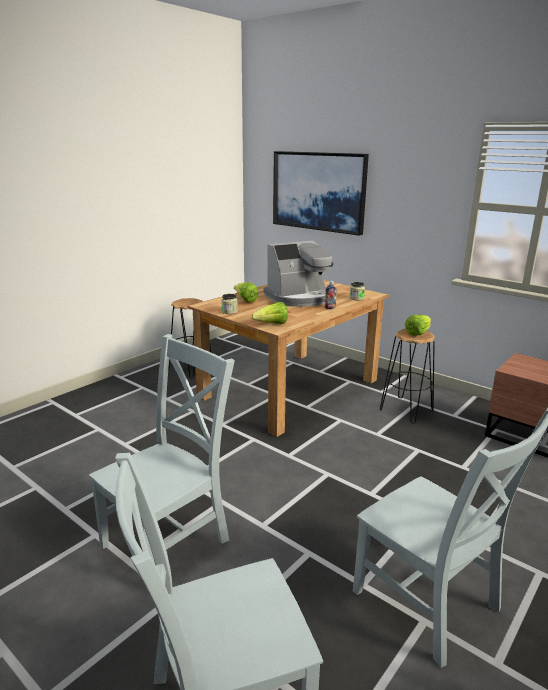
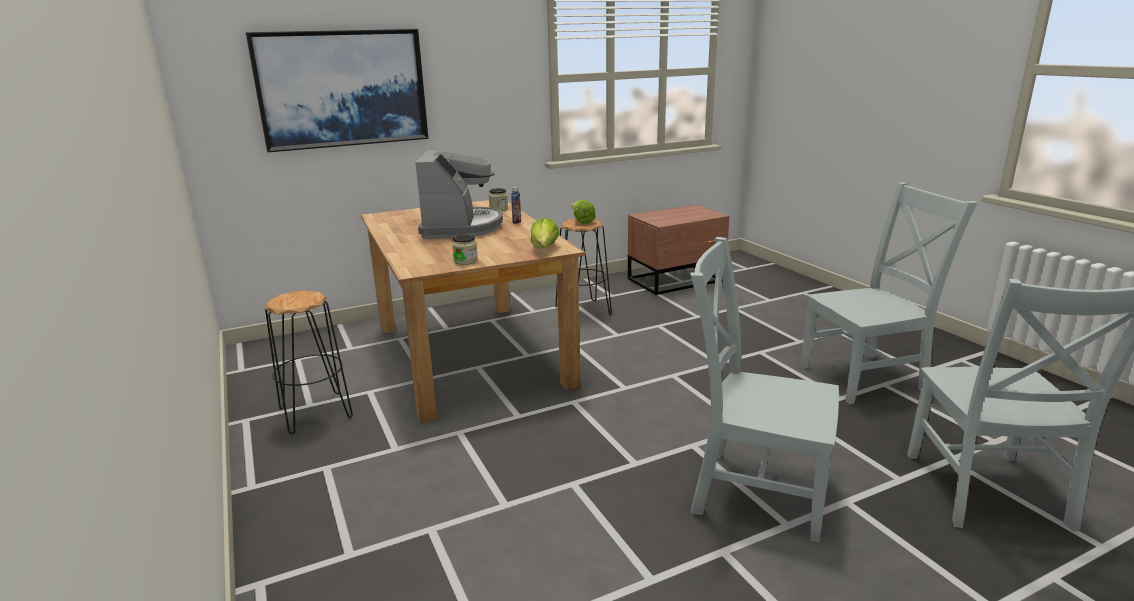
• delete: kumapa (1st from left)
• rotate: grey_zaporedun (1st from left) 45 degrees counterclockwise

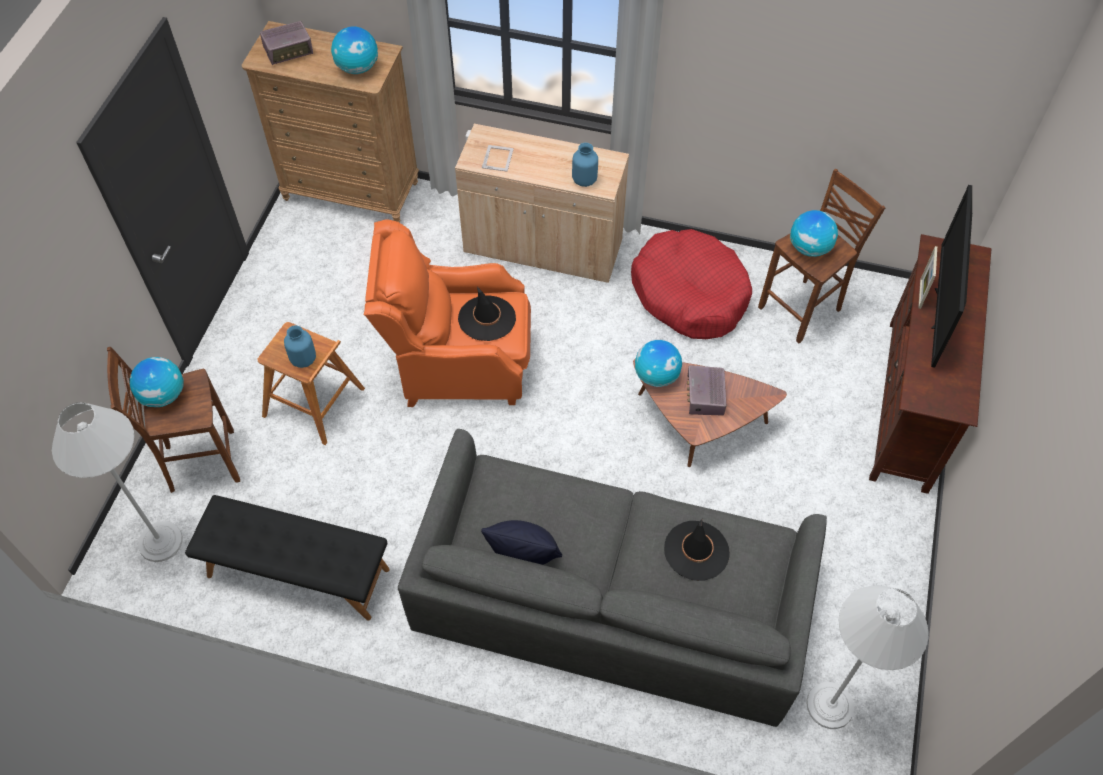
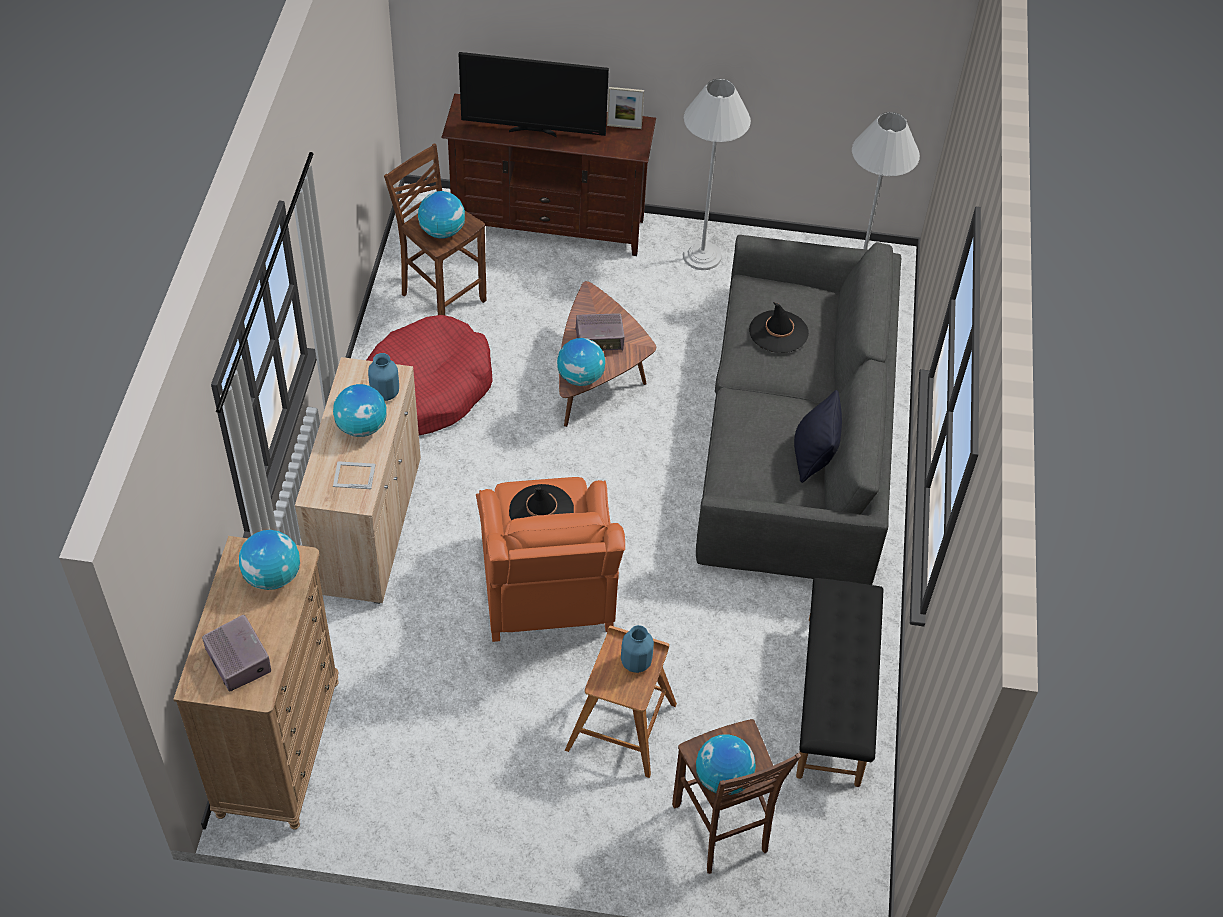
• insert: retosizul (2nd from left)
• move: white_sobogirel (1st from left)
• move: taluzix (2nd from left)

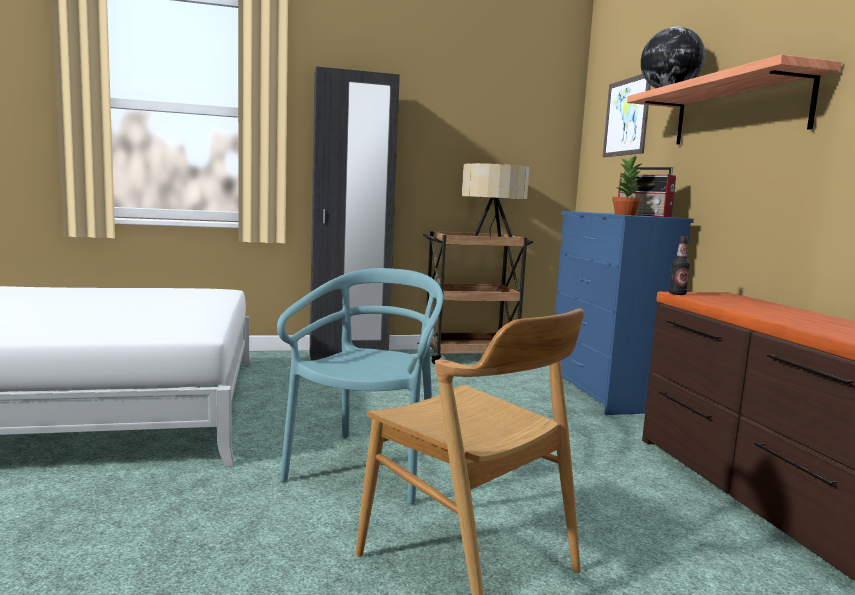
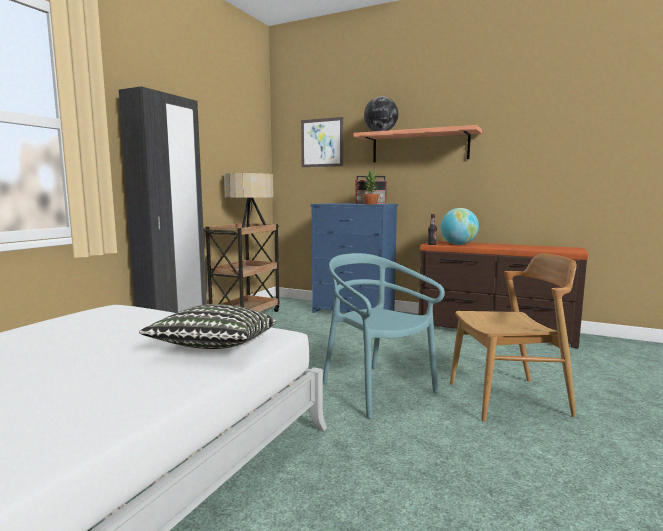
• insert: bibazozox
• insert: retosizul (2nd from left)

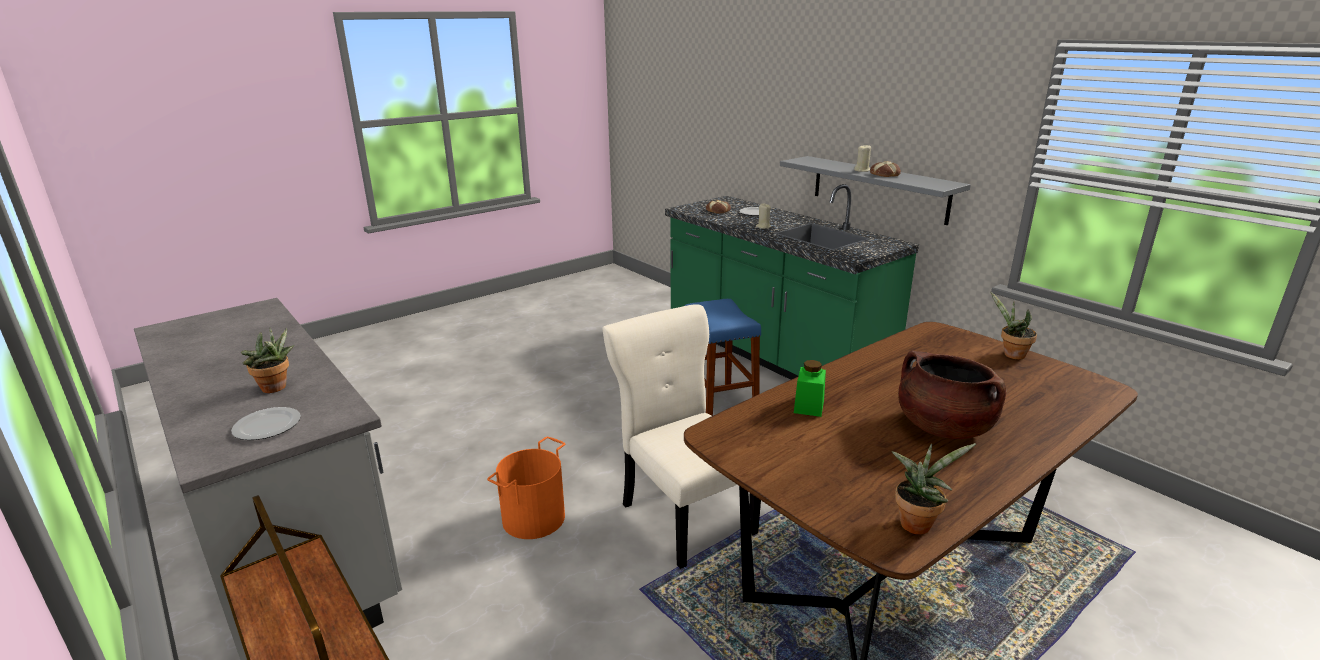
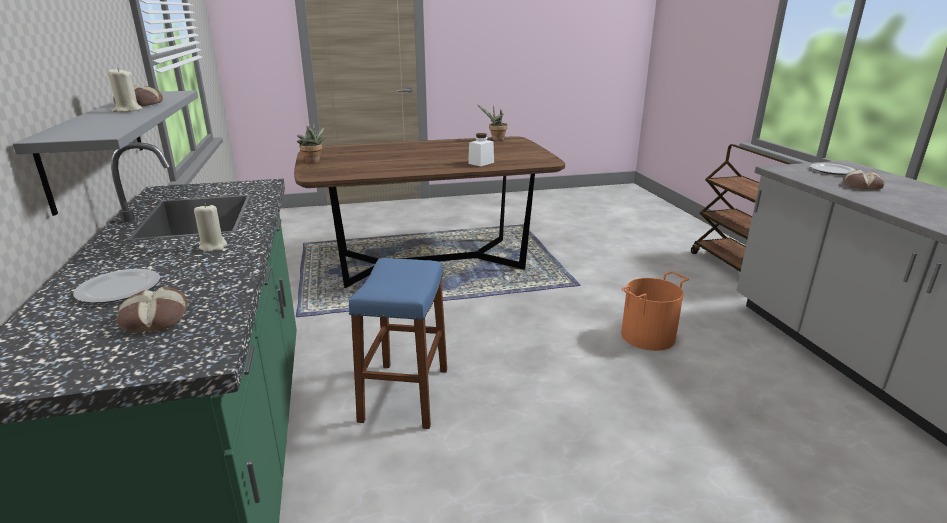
• delete: beige_zaporedun
• delete: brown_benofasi
• replace: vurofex (1st from left) to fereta (3rd from left)
• recolor: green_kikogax to white_kikogax

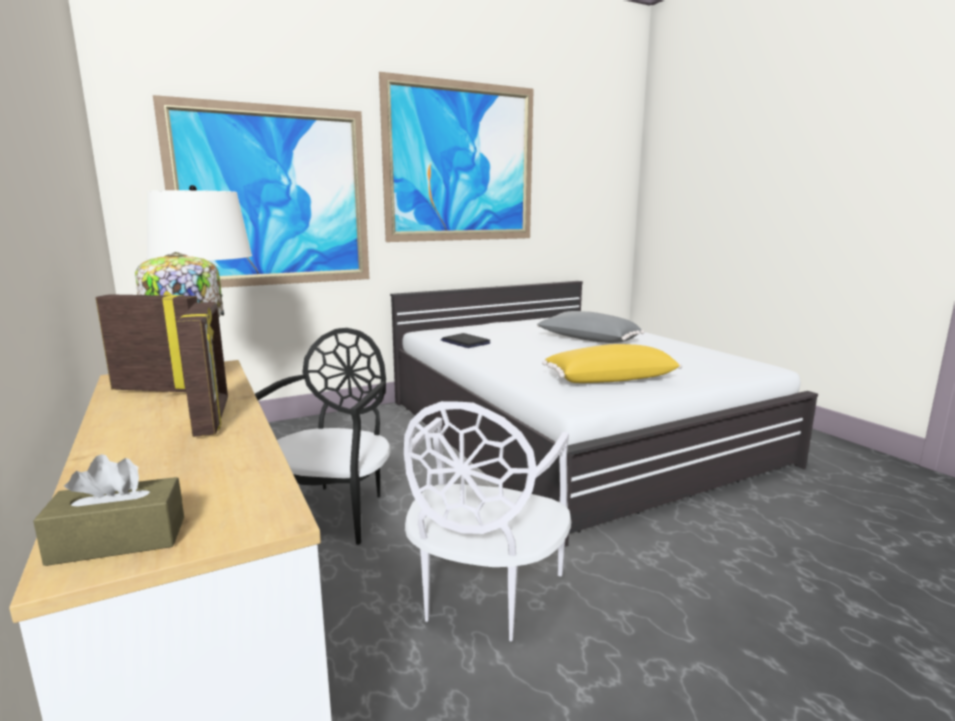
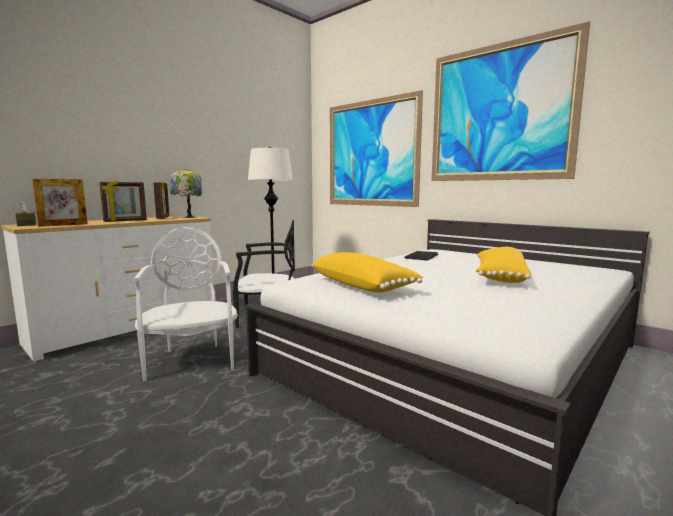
• insert: taluzix (1st from left)
• recolor: grey_bibazozox to yellow_bibazozox (2nd from left)
• rotate: white_zaporedun 75 degrees clockwise

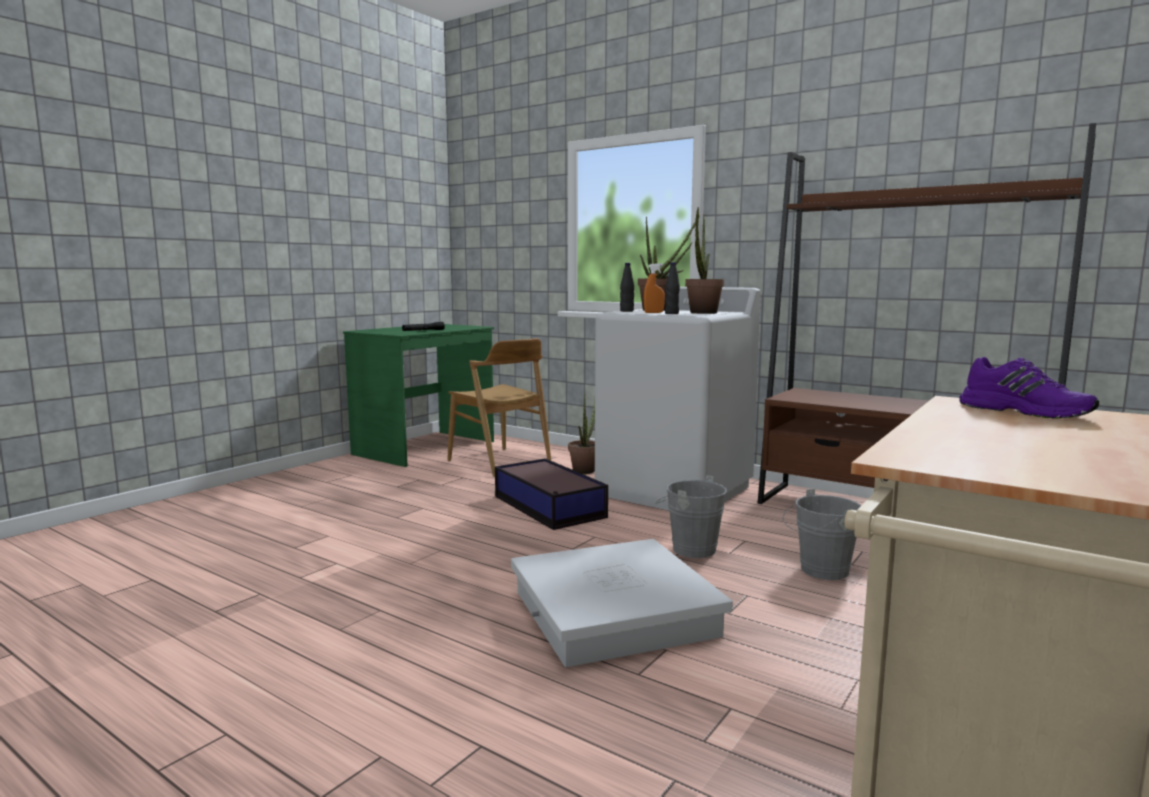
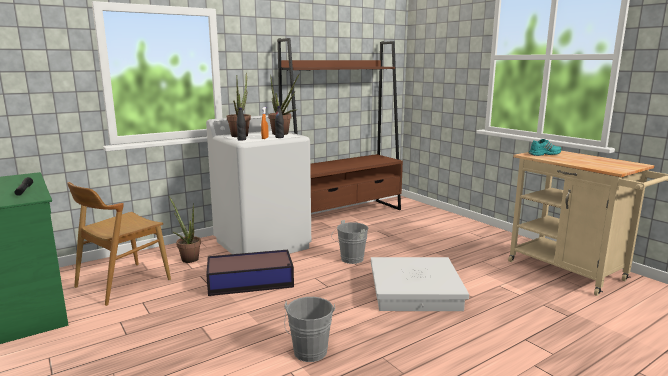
• move: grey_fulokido (2nd from left in the first image) to grey_fulokido (1st from left)
• recolor: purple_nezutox to turquoise_nezutox
• rotate: brown_zaporedun 150 degrees clockwise

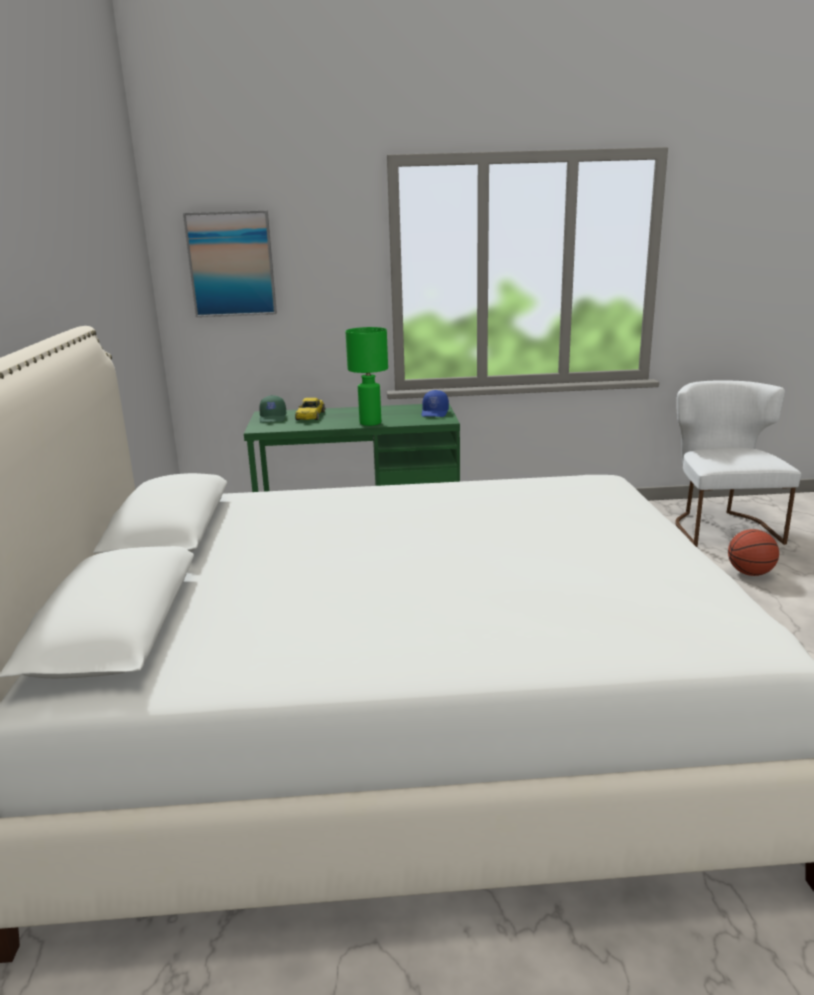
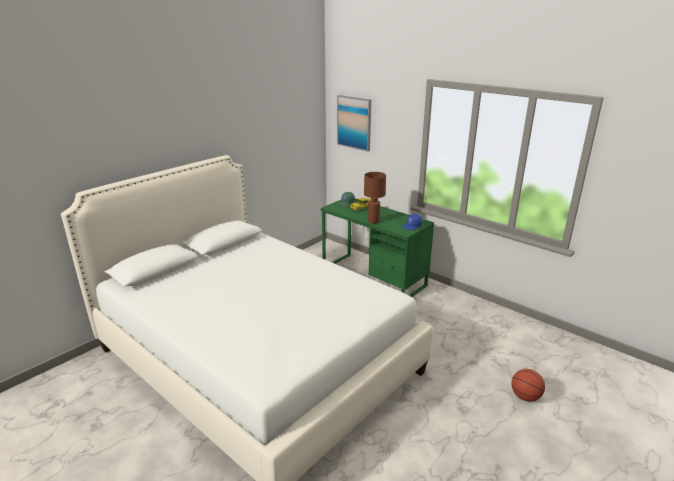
• delete: white_zaporedun
• recolor: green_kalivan to brown_kalivan

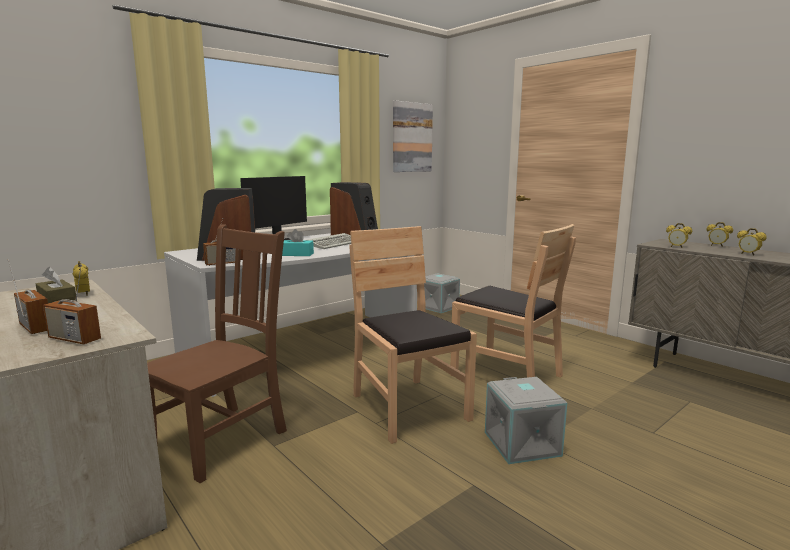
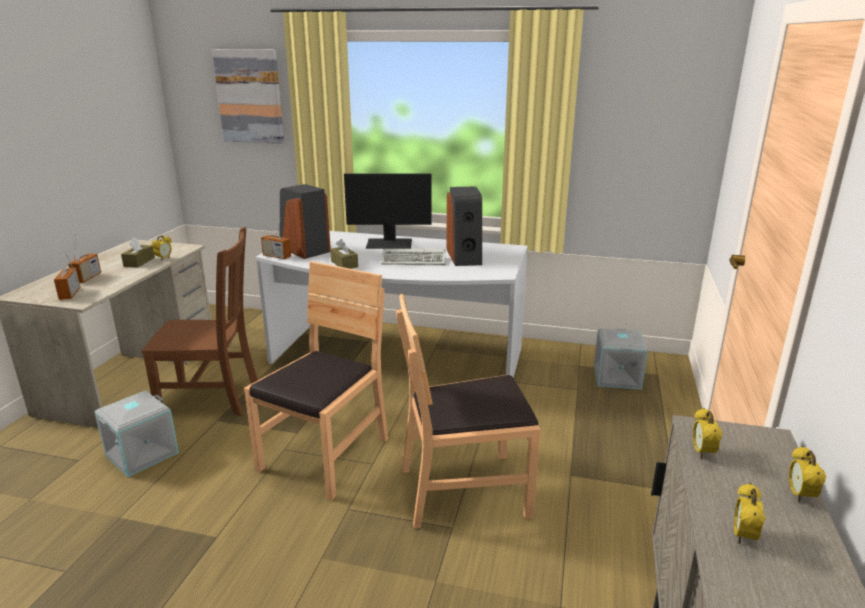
• move: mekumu
• move: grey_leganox (2nd from left in the first image) to grey_leganox (1st from left)
• recolor: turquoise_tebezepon to brown_tebezepon (2nd from left)
• rotate: brown_zaporedun (3rd from left) 75 degrees clockwise

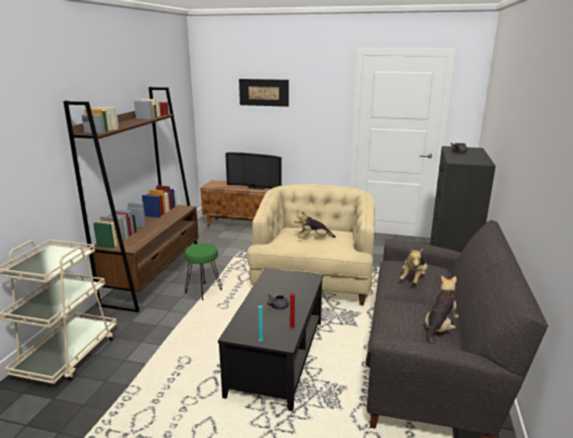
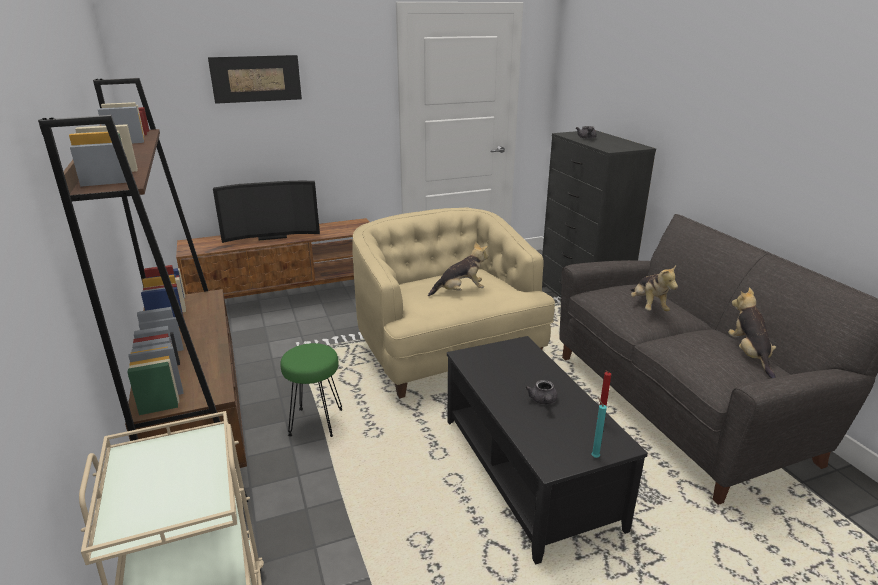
• rotate: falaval (1st from left) 150 degrees counterclockwise

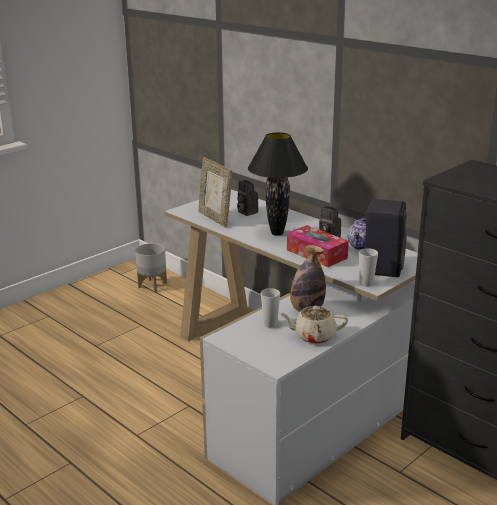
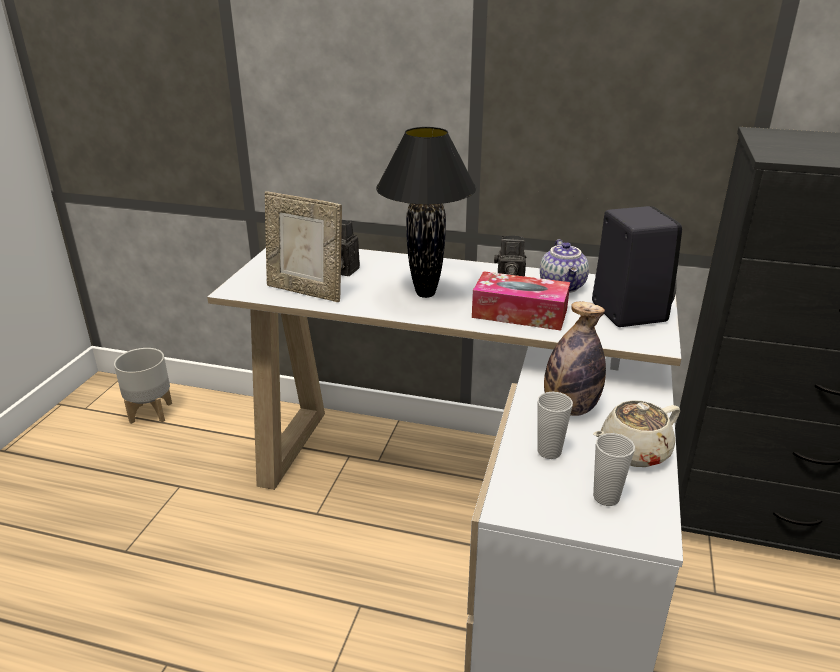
• move: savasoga (2nd from left)

